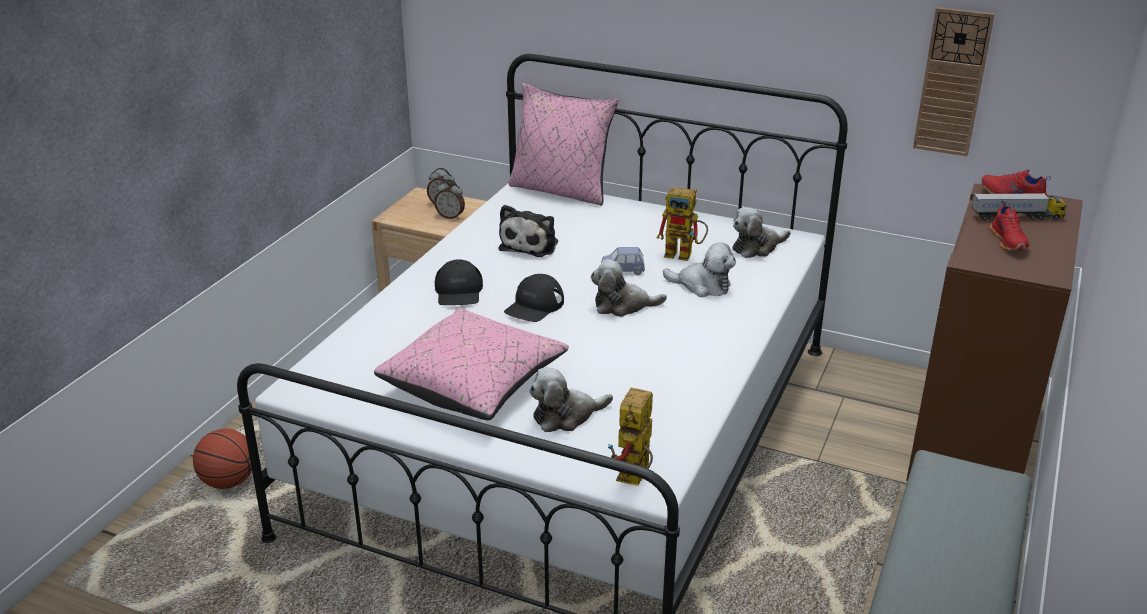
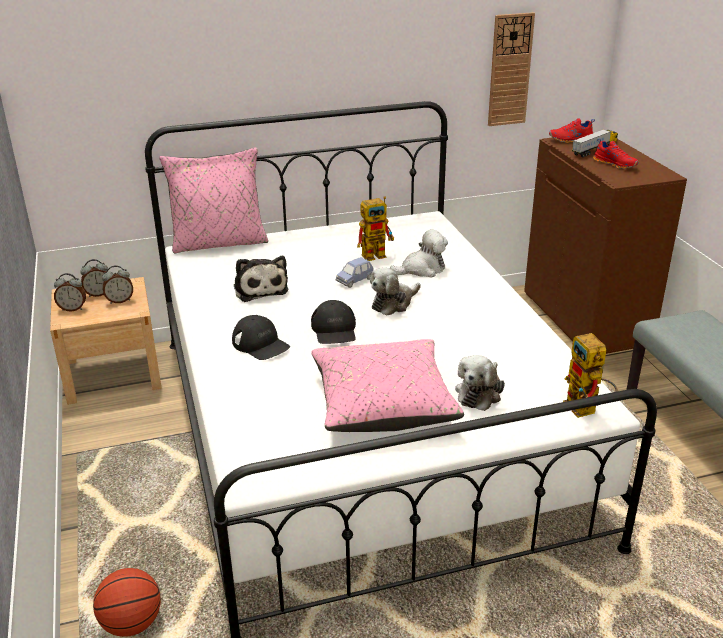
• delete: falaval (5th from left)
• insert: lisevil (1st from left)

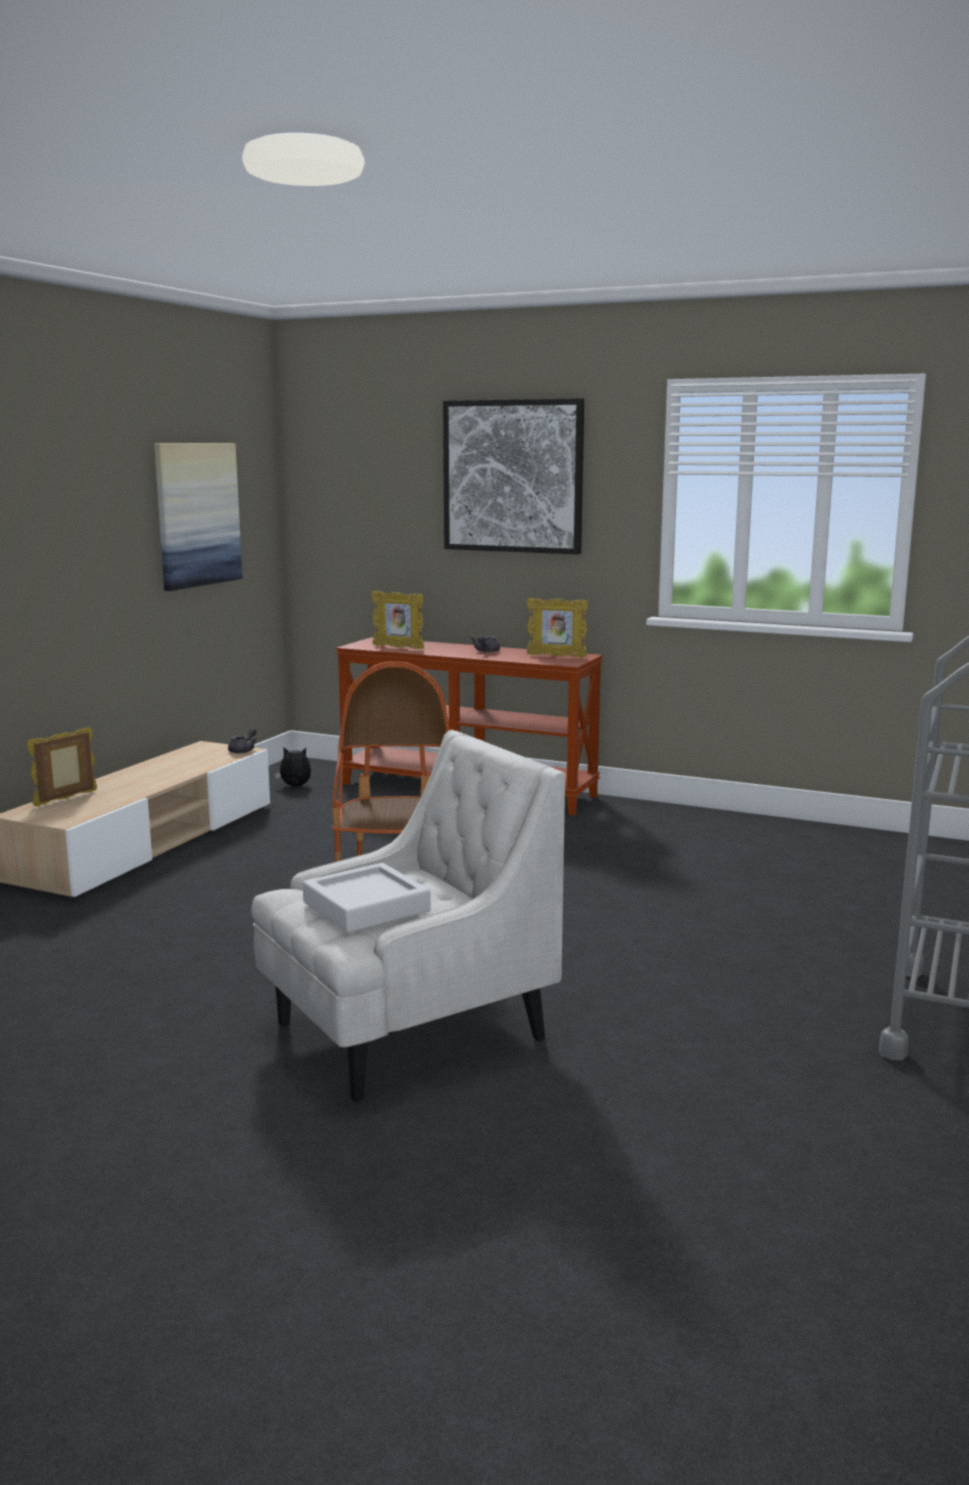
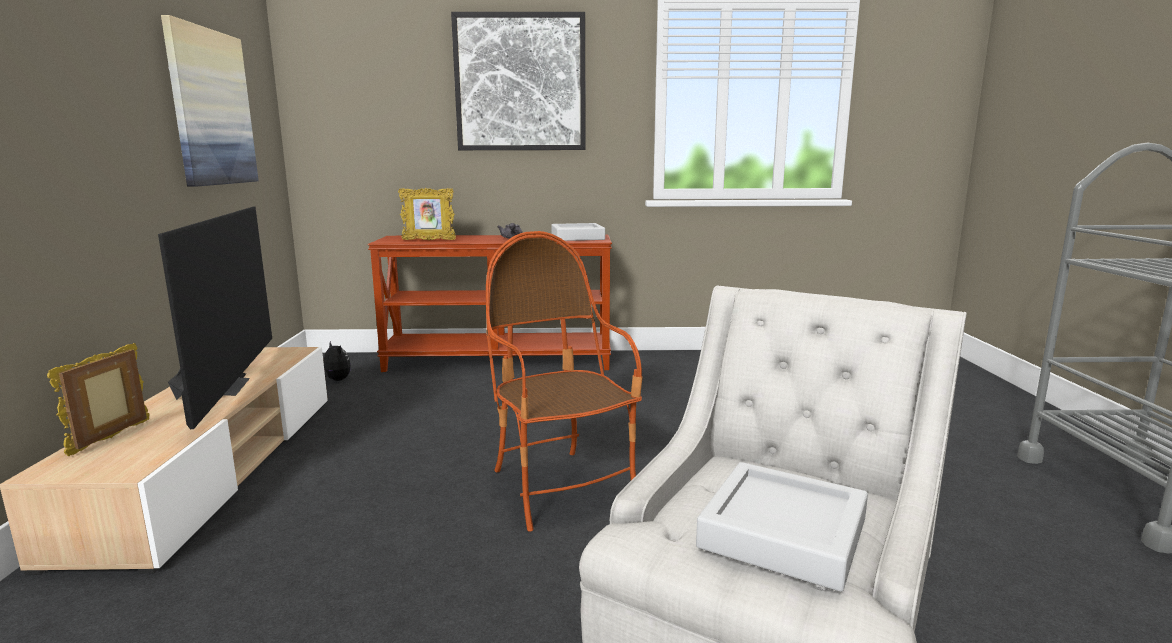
• delete: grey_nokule (1st from left)
• insert: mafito
• replace: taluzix (3rd from left) to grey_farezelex (1st from left)
• rotate: falaval 60 degrees clockwise

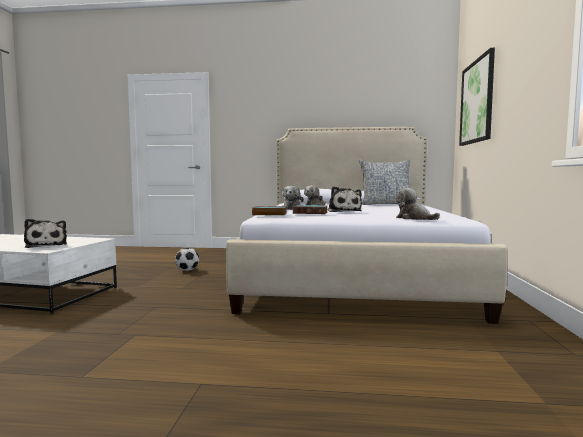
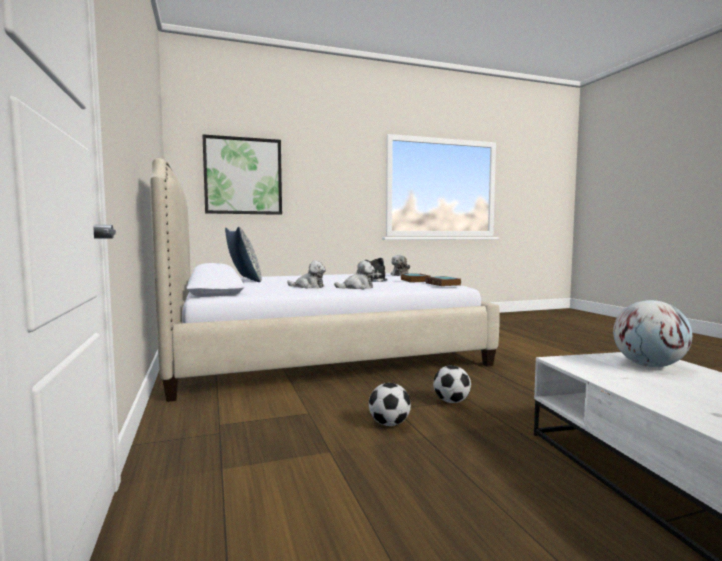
• insert: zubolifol (2nd from left)
• replace: falaval (1st from left) to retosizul

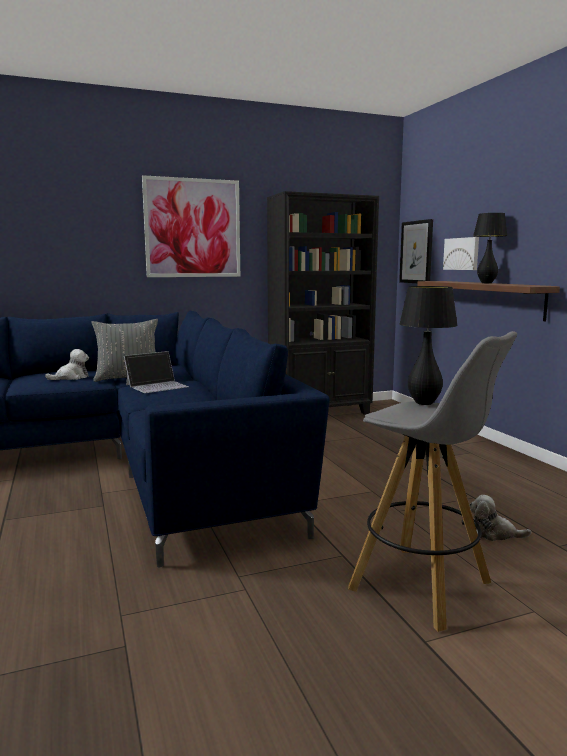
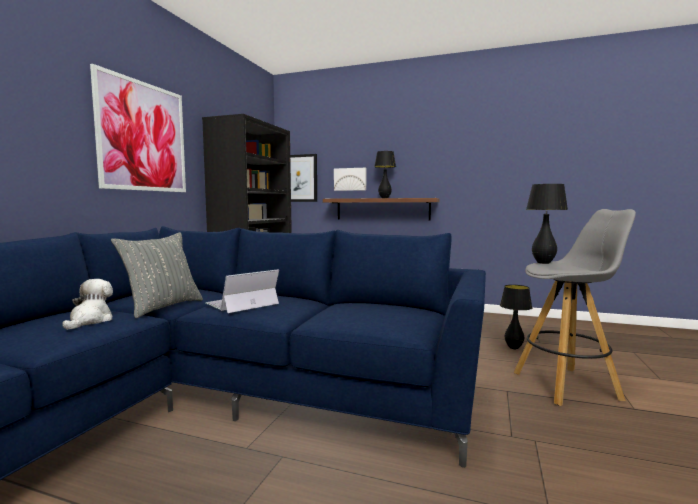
• replace: falaval (2nd from left) to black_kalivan (2nd from left)
• rotate: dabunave 135 degrees counterclockwise

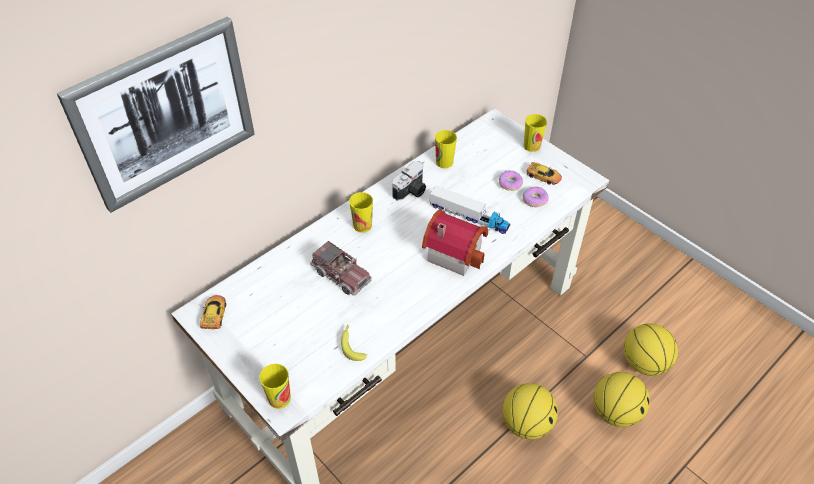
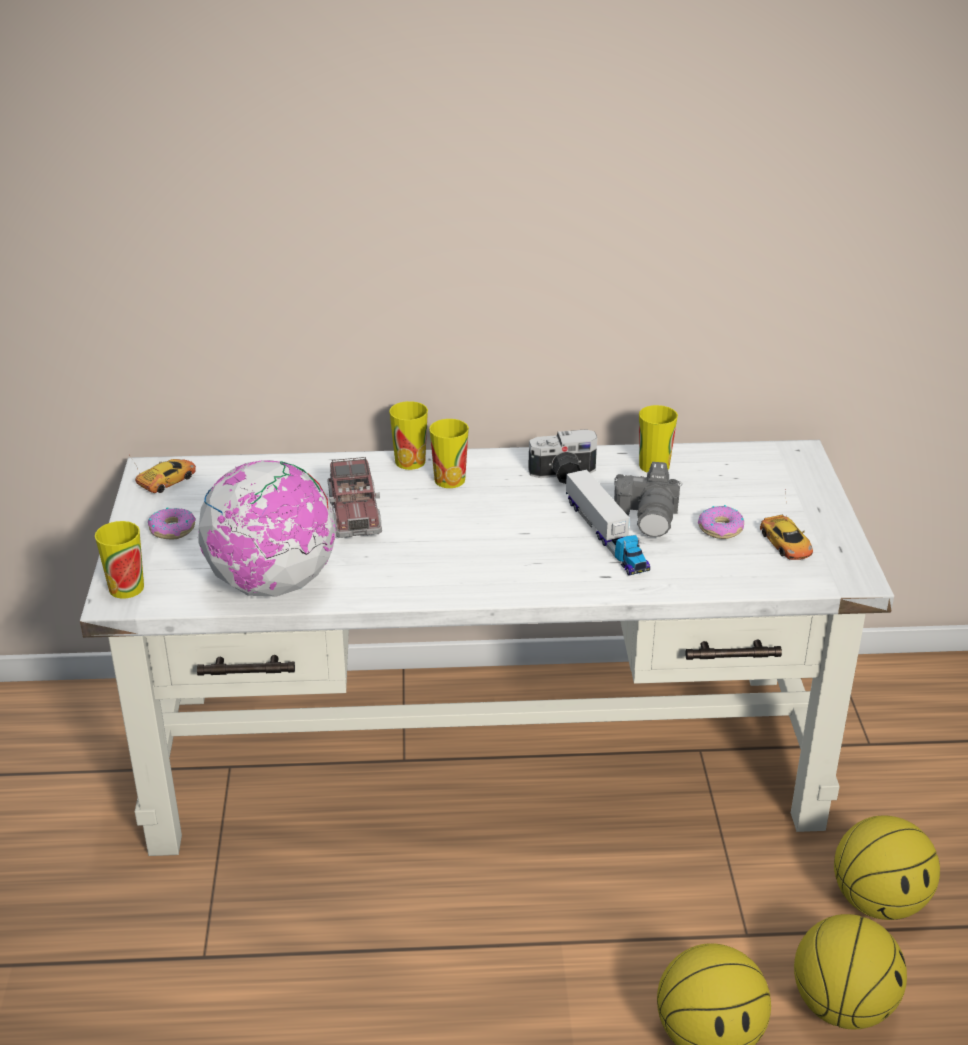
• delete: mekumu
• delete: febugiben
• insert: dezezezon (2nd from left)
• move: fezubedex (1st from left in the first image) to fezubedex (3rd from left)
• move: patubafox (2nd from left in the first image) to patubafox (1st from left)
• move: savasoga (4th from left in the first image) to savasoga (2nd from left)
• replace: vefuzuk to retosizul

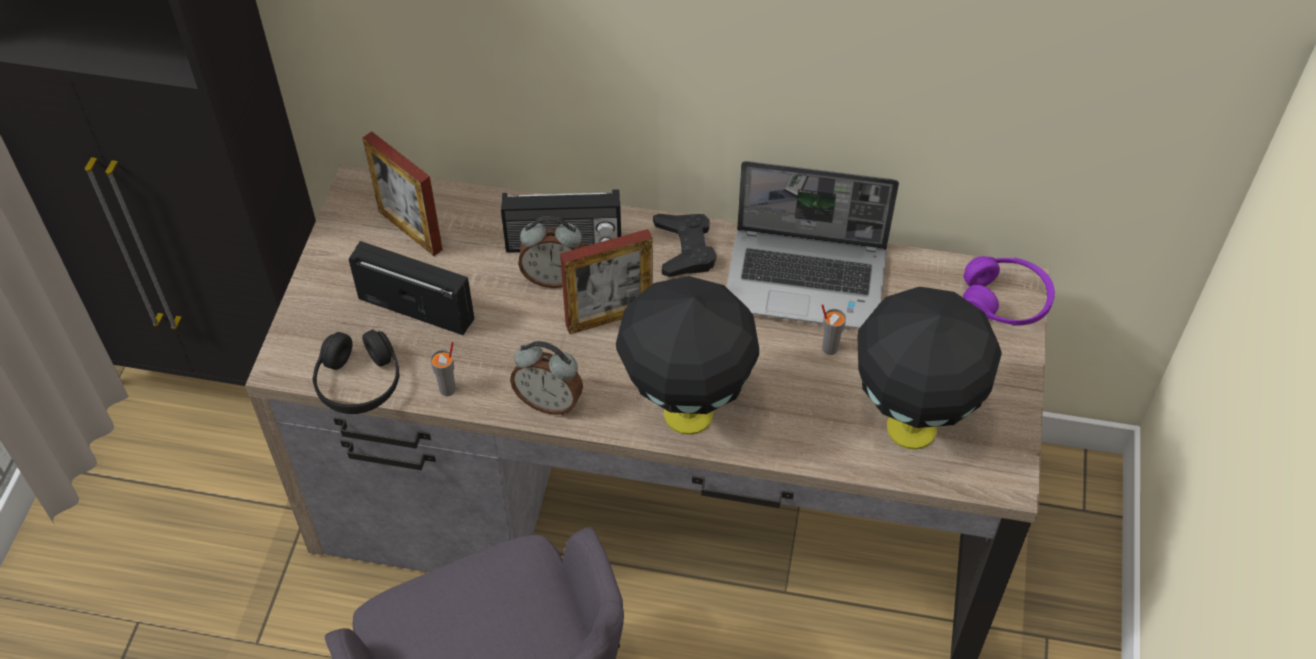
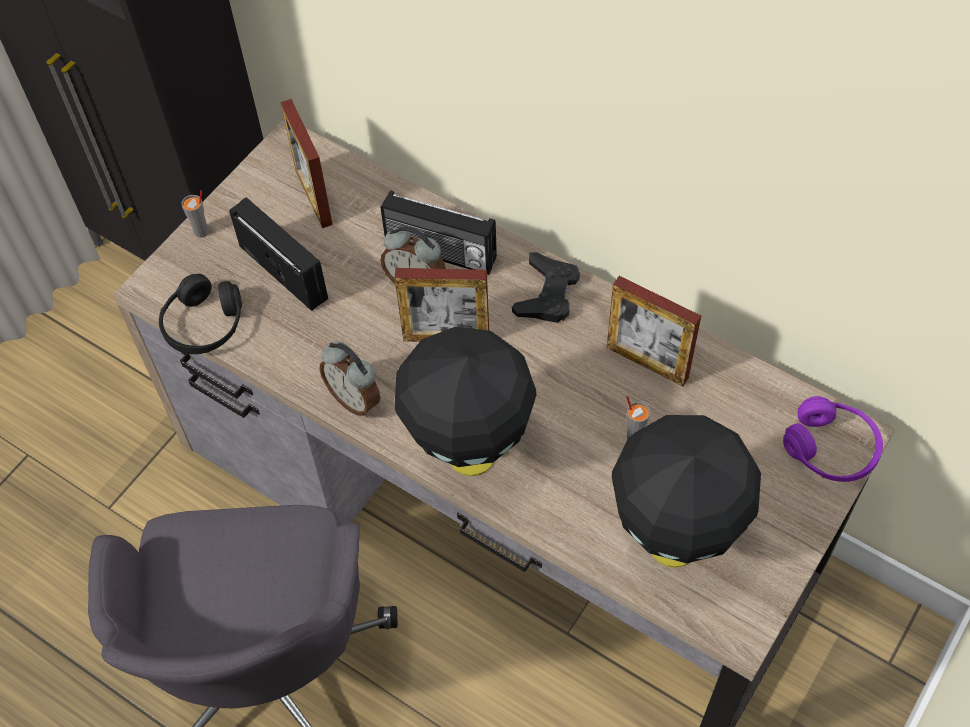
• move: grey_savasoga (1st from left)
• replace: dabunave to taluzix (3rd from left)

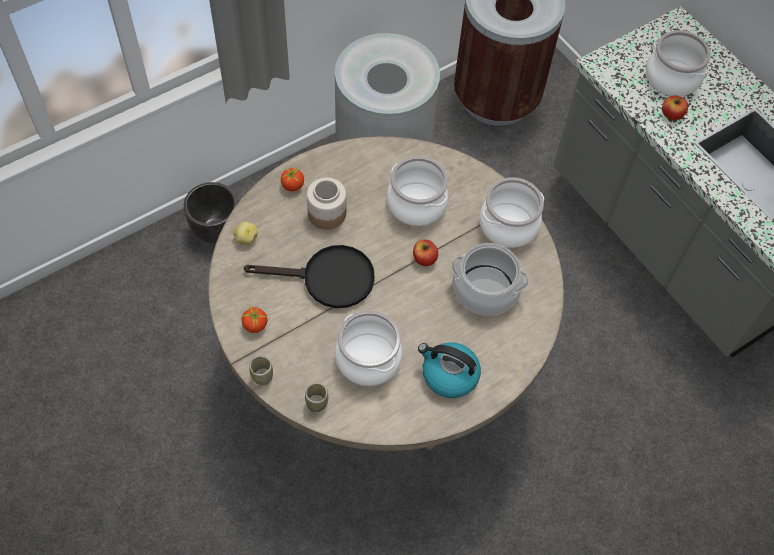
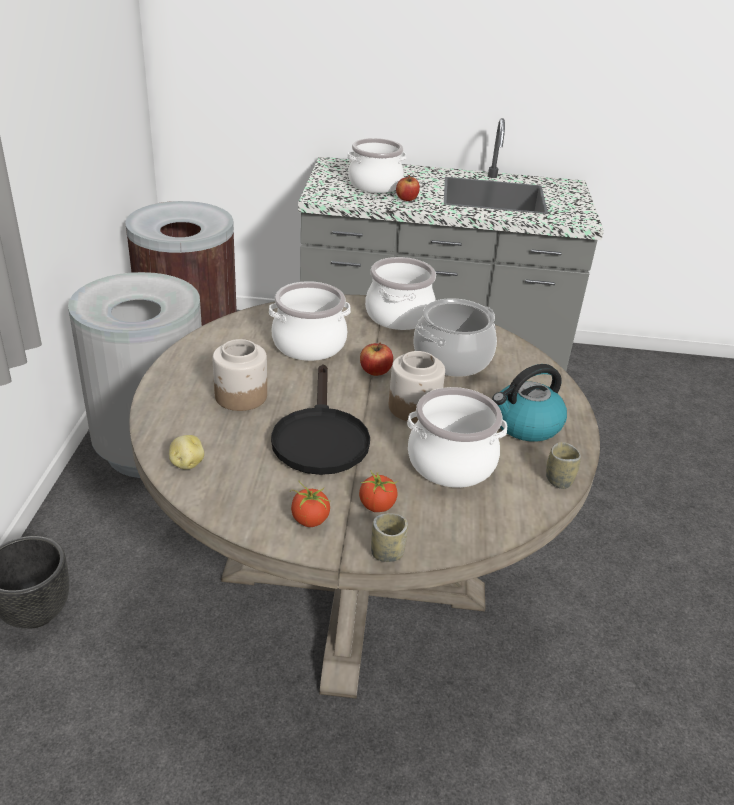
• insert: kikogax (2nd from left)
• move: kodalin (2nd from left)
• move: savasoga (2nd from left)
• rotate: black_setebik 135 degrees clockwise

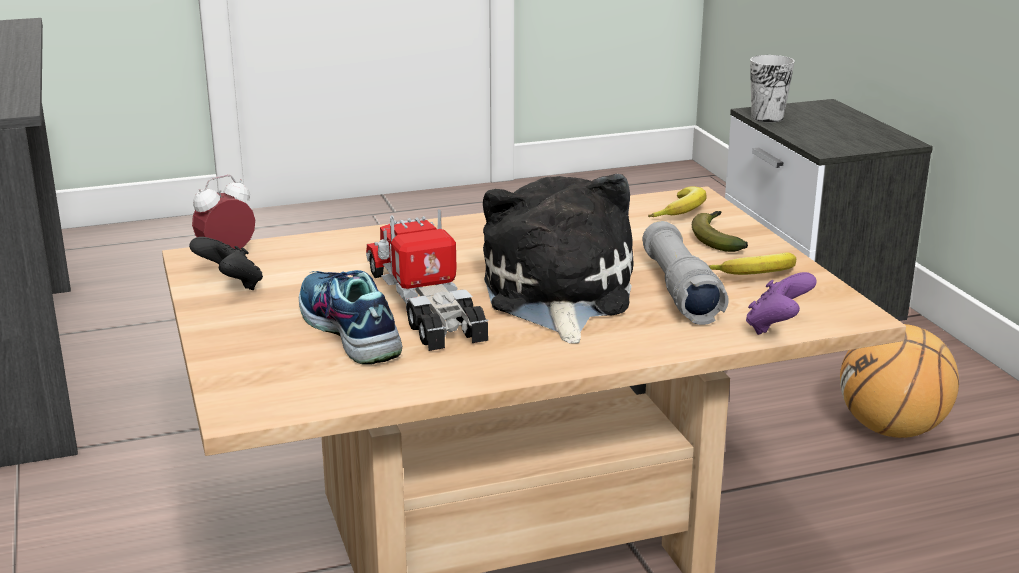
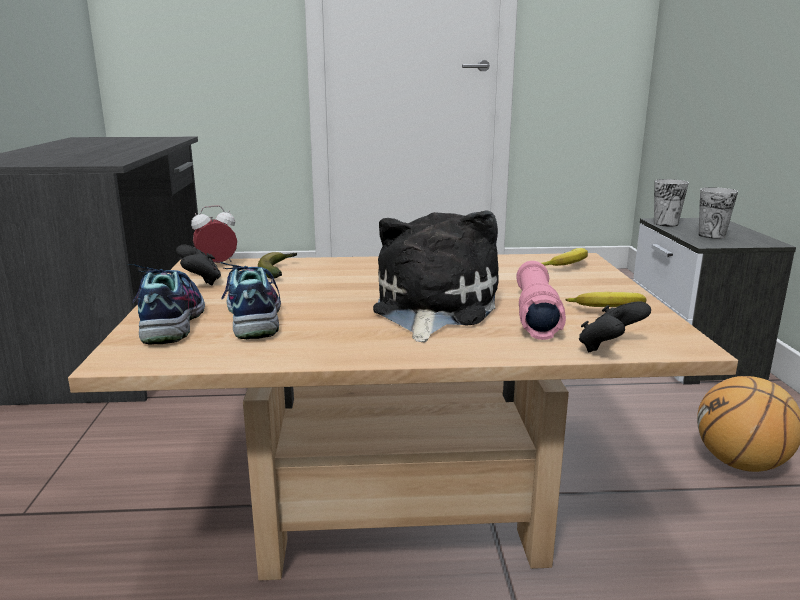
• delete: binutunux
• insert: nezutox (1st from left)
• insert: savasoga (2nd from left)
• move: vefuzuk (2nd from left in the first image) to vefuzuk (1st from left)
• recolor: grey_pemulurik to pink_pemulurik
• recolor: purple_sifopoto to black_sifopoto (2nd from left)

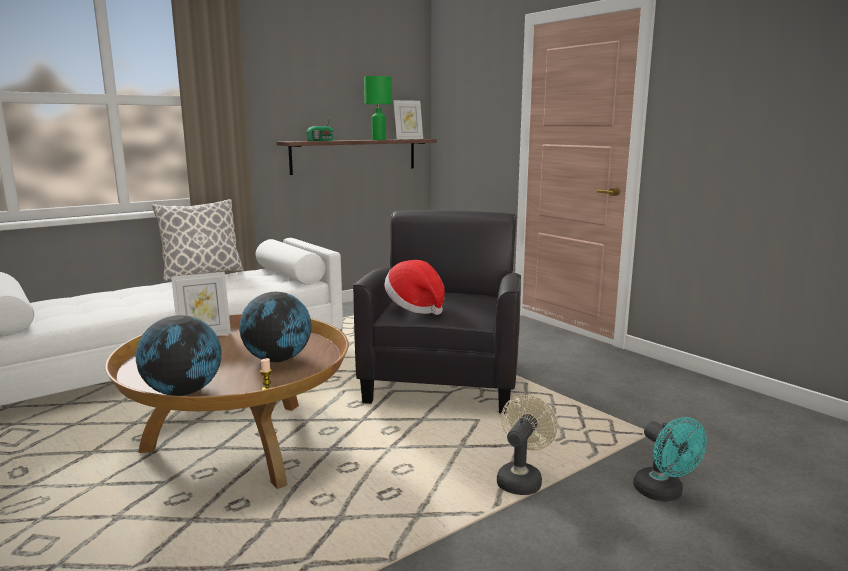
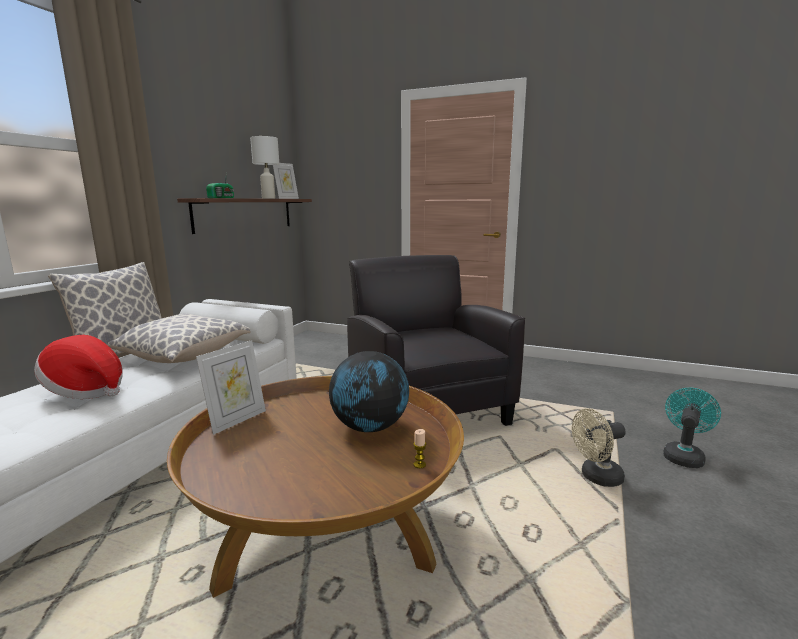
• delete: retosizul (1st from left)
• insert: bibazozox (2nd from left)
• move: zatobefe
• recolor: green_kalivan to white_kalivan
• rotate: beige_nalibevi 105 degrees counterclockwise
• rotate: turquoise_nalibevi 90 degrees counterclockwise

